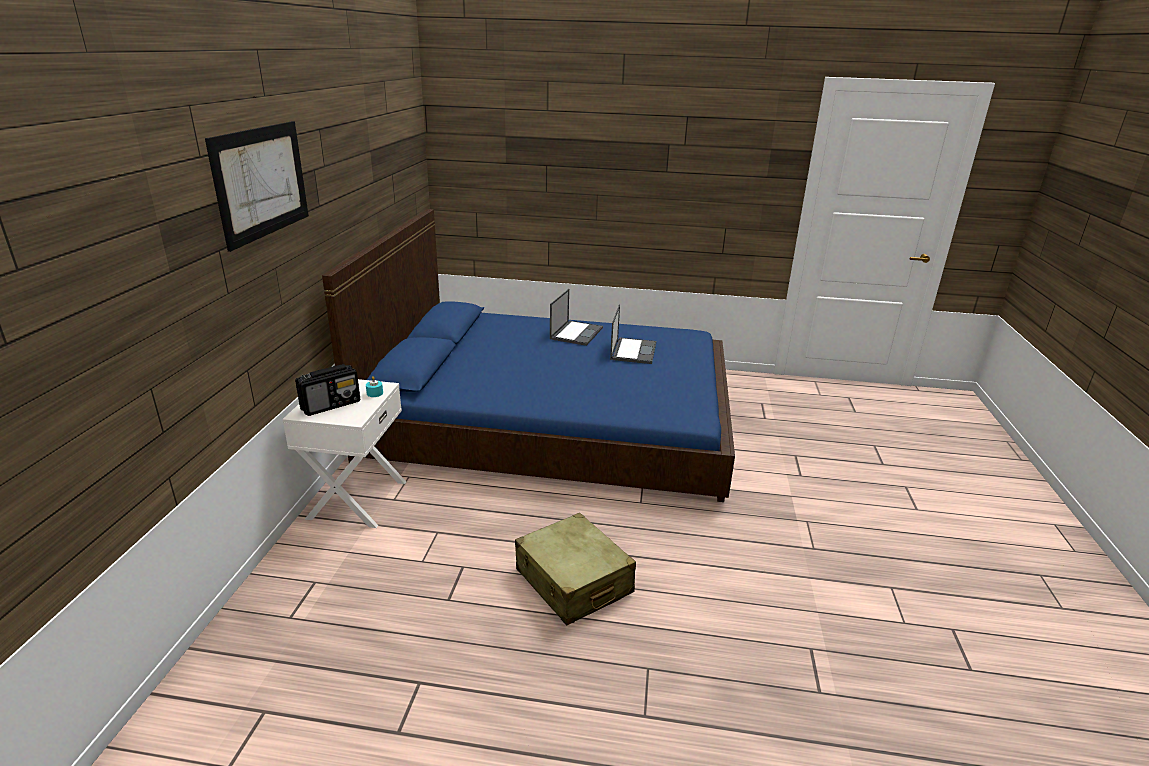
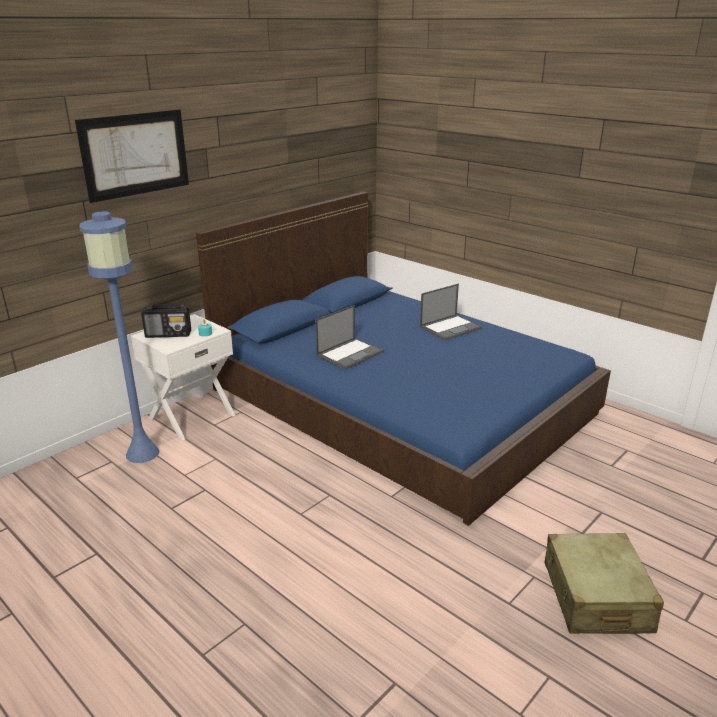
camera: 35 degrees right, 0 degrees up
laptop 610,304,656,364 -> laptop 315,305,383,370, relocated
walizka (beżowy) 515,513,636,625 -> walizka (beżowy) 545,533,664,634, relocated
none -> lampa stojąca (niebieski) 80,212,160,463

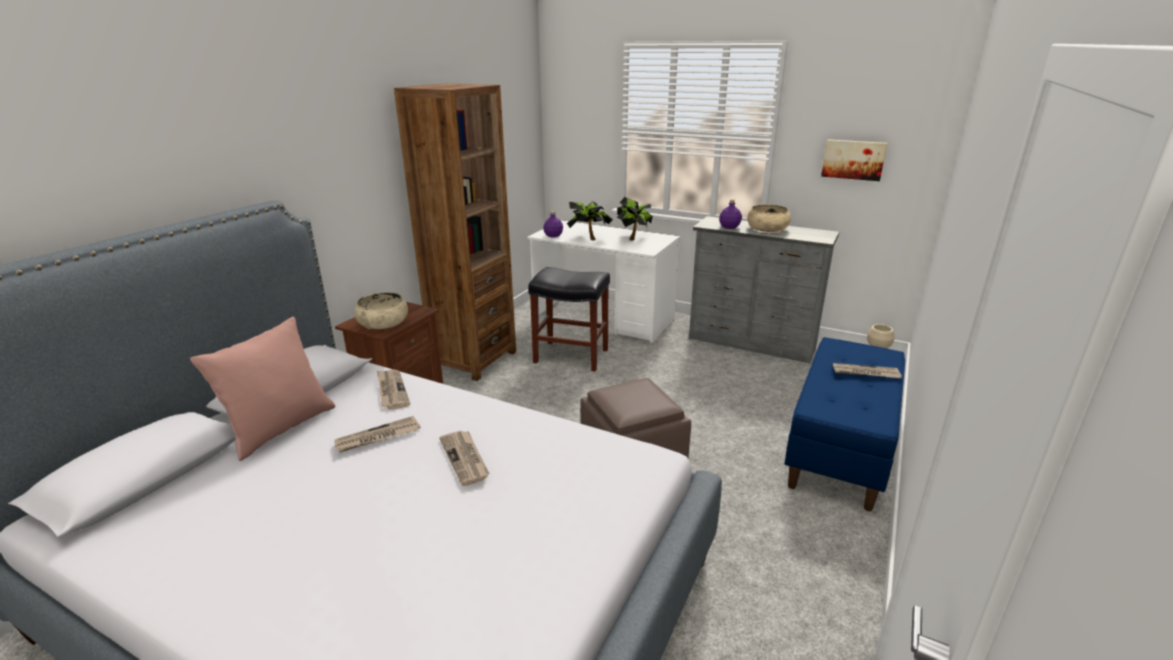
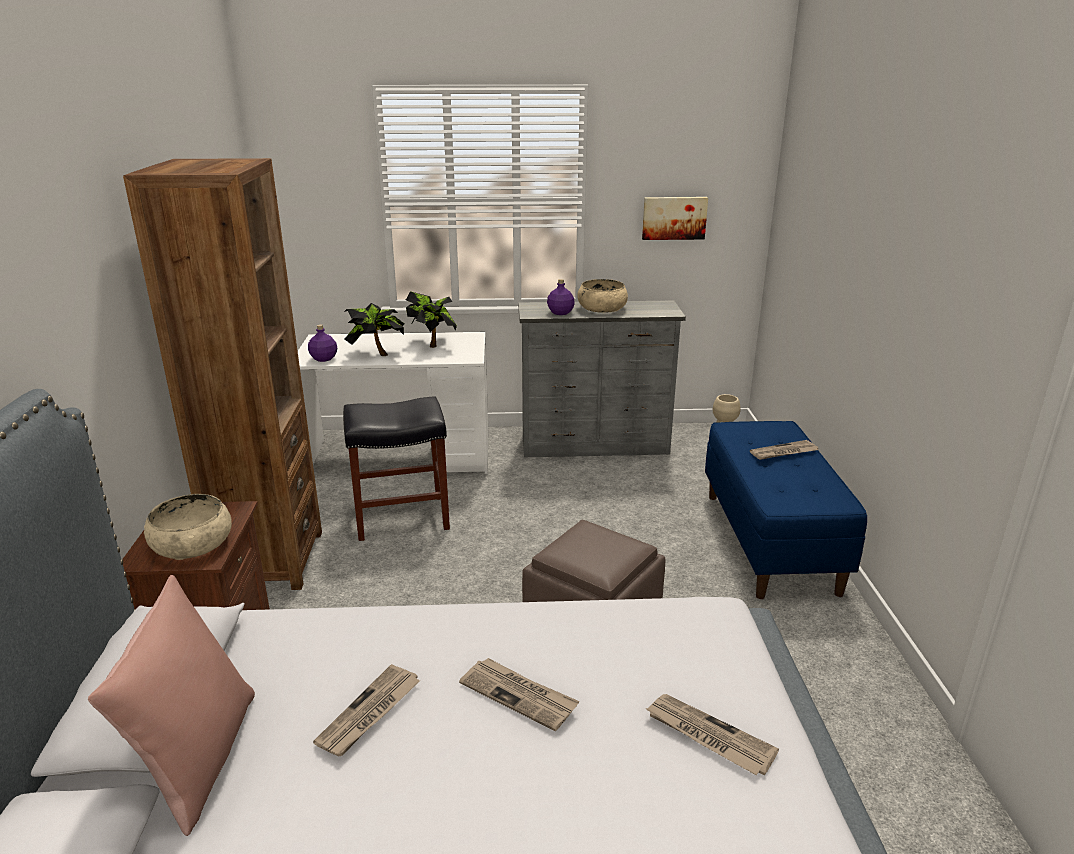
camera: 30 degrees left, 0 degrees up
gazeta 377,370,410,410 -> gazeta 646,694,779,775, relocated

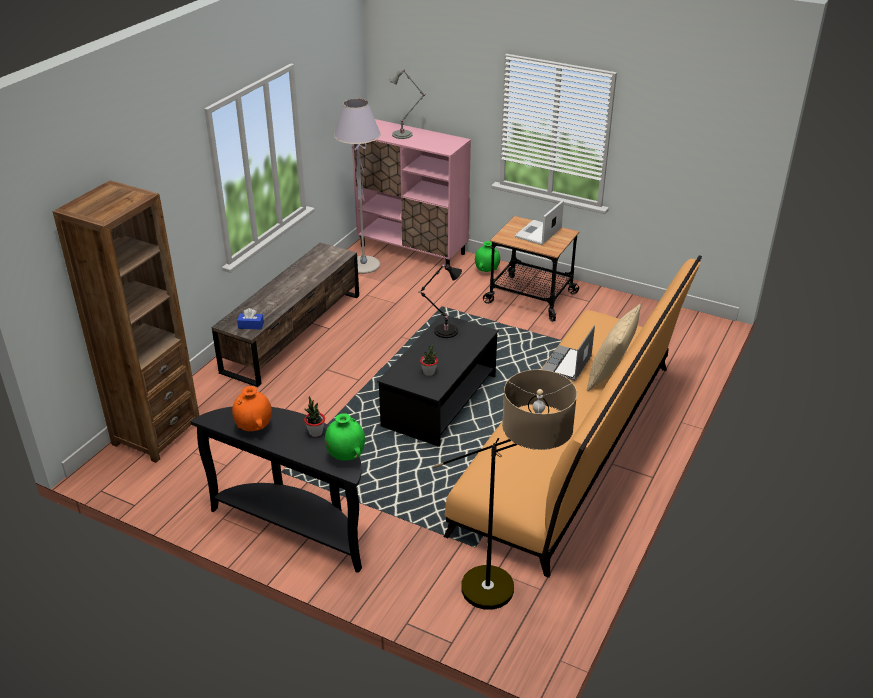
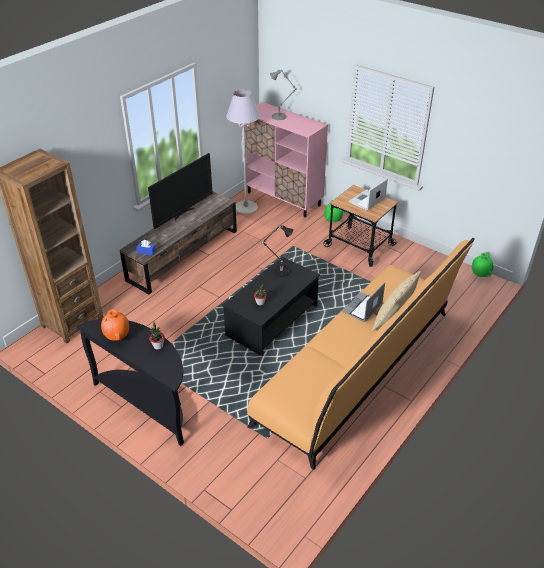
camera: 10 degrees right, 5 degrees up
lampa stojąca 433,370,577,610 -> none
wazon (zielony) 325,413,365,461 -> wazon (zielony) 472,253,493,277, relocated
none -> telewizor 148,153,212,229

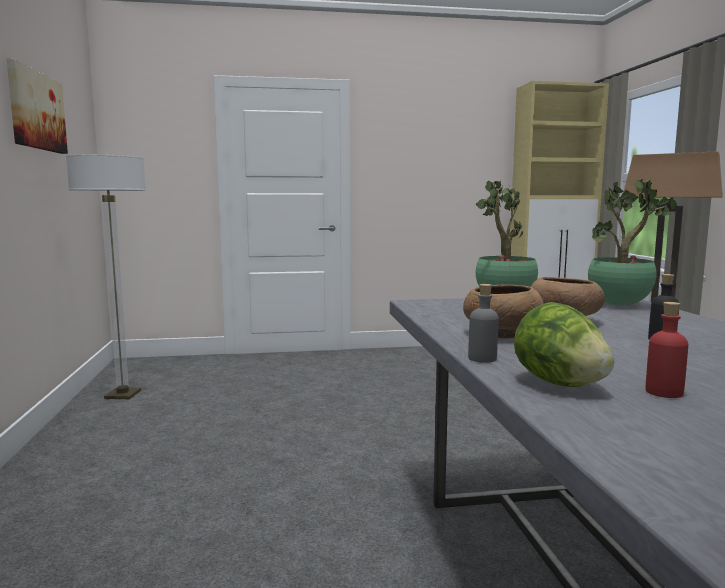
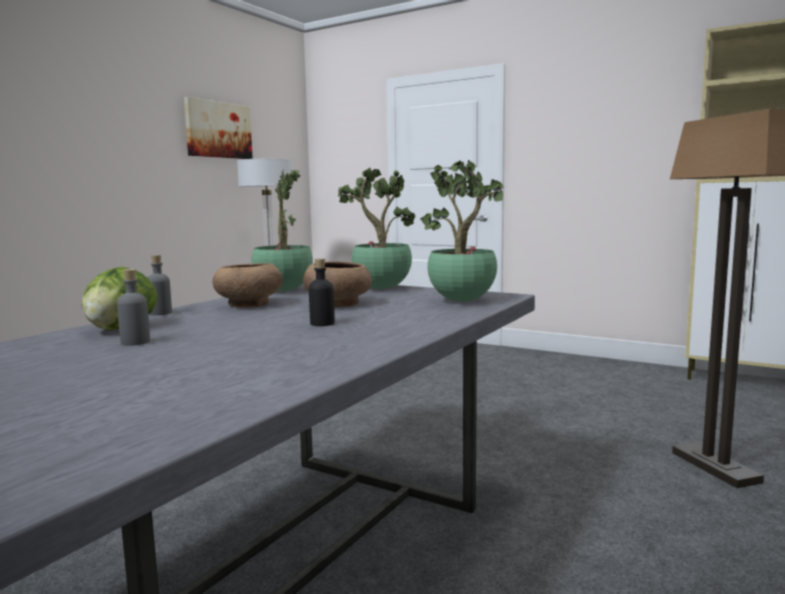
camera: 40 degrees right, 0 degrees up
butelka (czerwony) 645,302,688,398 -> butelka (szary) 117,269,150,346
none -> roślina doniczkowa 251,169,313,291

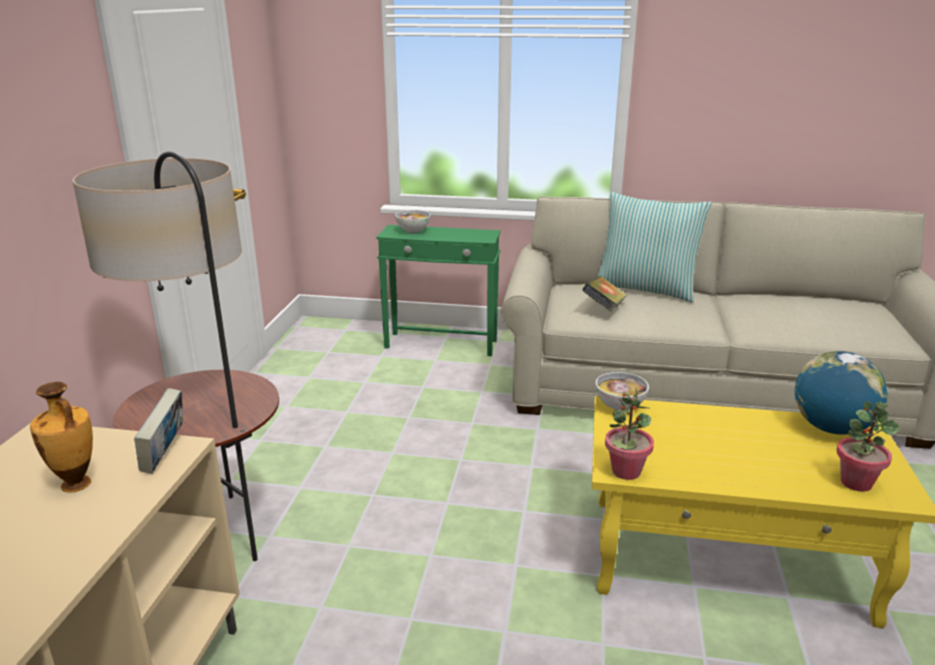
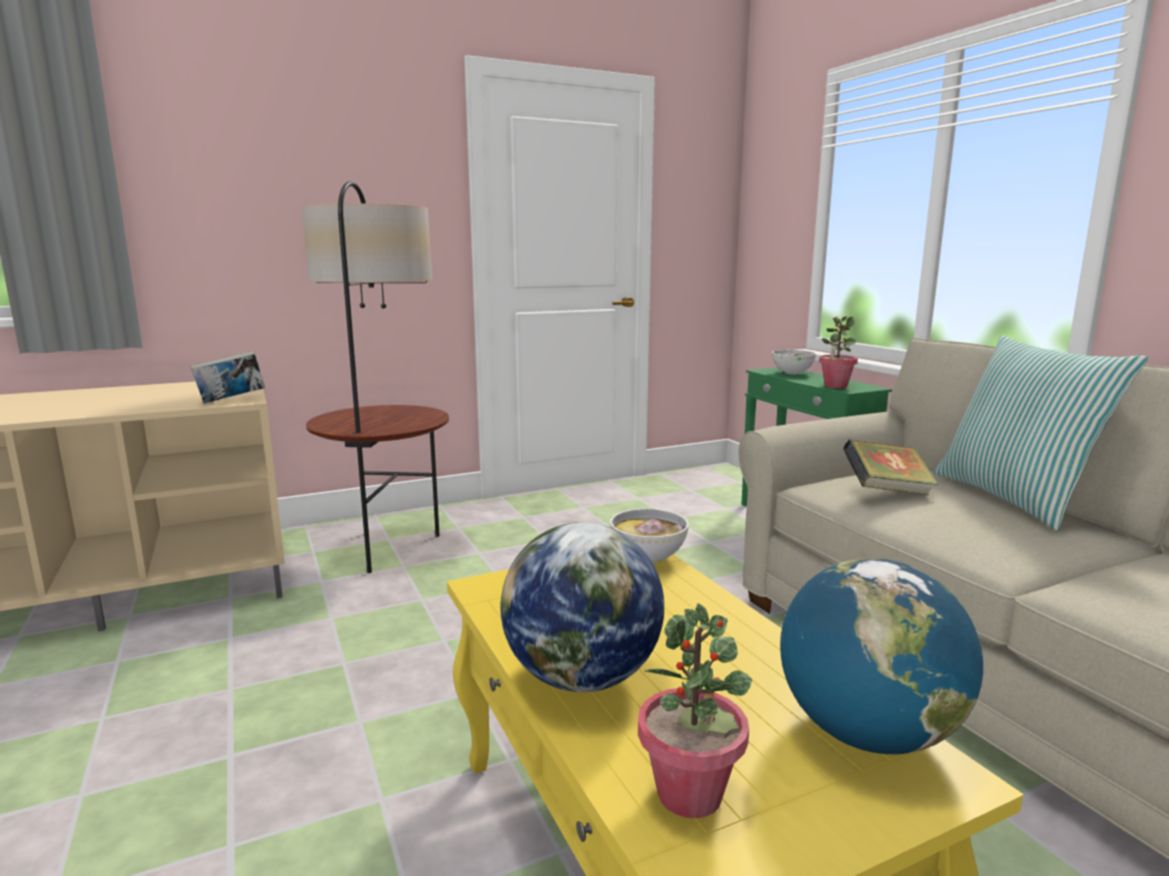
camera: 55 degrees right, 10 degrees down
wazon 30,382,93,493 -> none
roślina doniczkowa 605,388,654,480 -> roślina doniczkowa 819,316,858,388, relocated
none -> globus 500,522,664,692

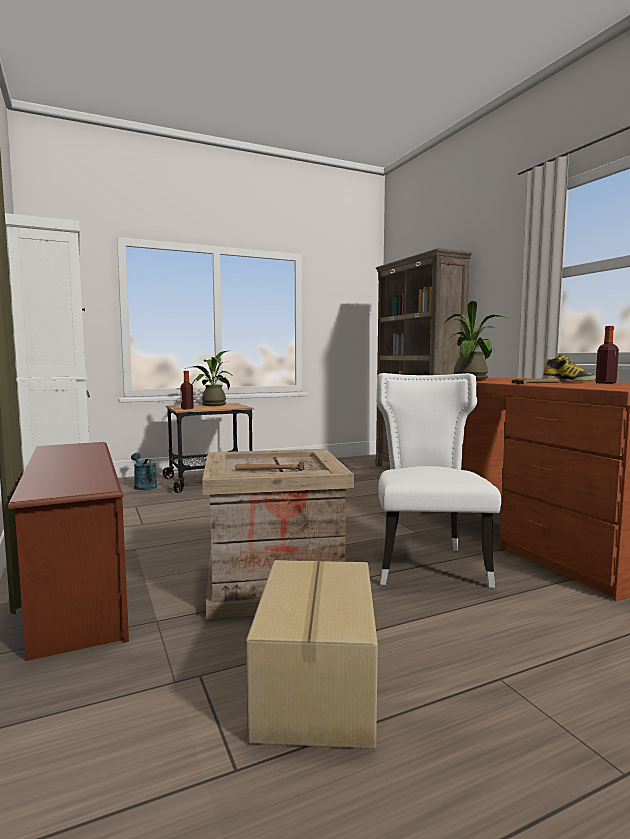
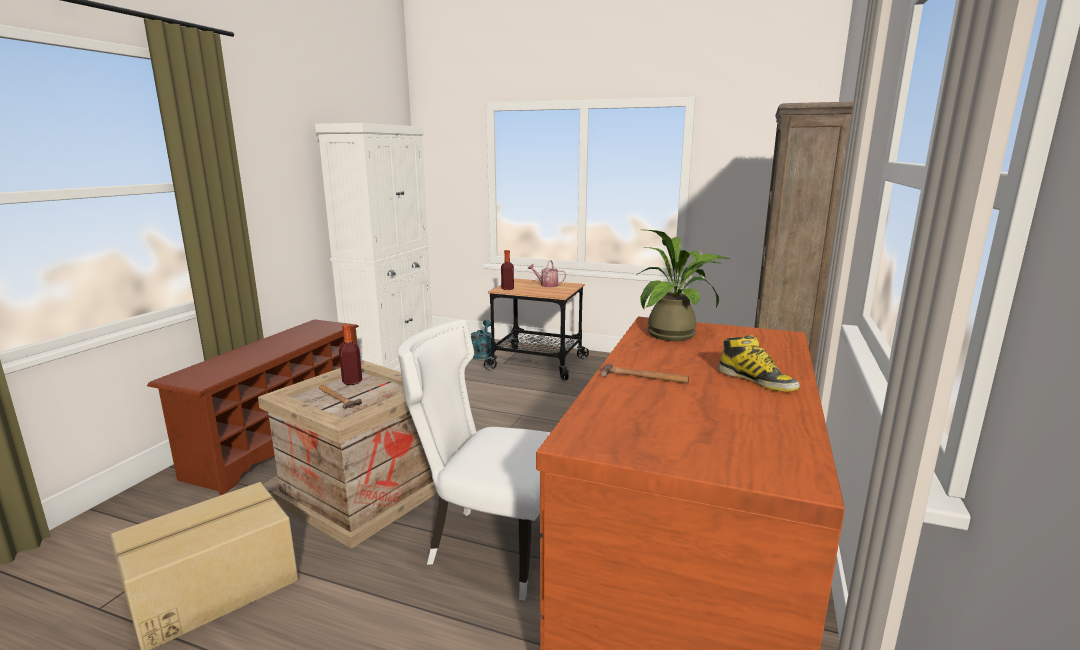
camera: 45 degrees right, 10 degrees up
butelka 595,326,619,384 -> butelka 339,324,362,385, relocated
roślina doniczkowa 185,351,233,406 -> konewka 527,260,566,287
krzesło (biały) 376,373,501,588 -> krzesło (biały) 398,320,551,601, 120 degrees counterclockwise

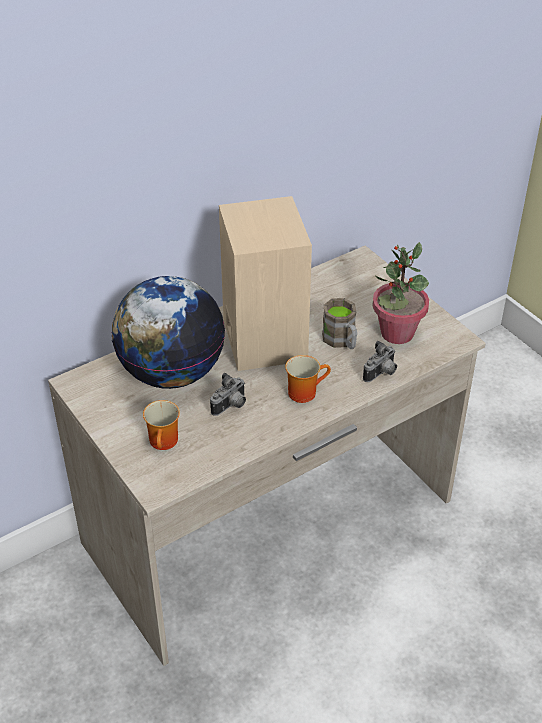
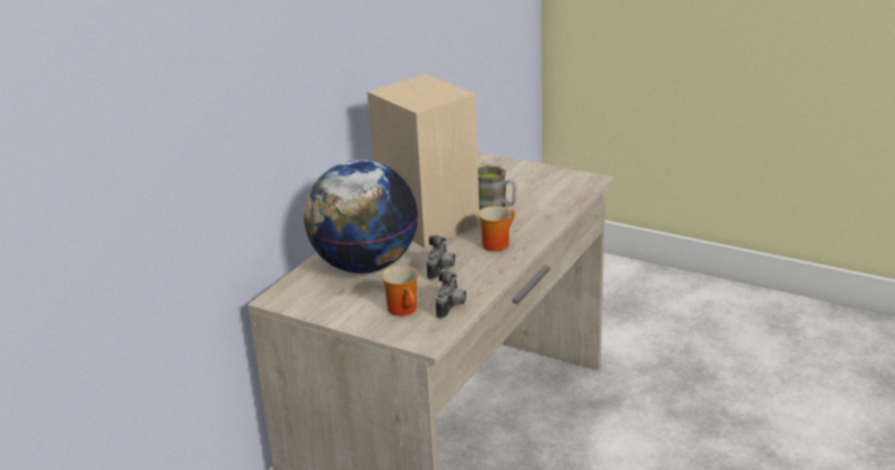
camera: 25 degrees left, 15 degrees down
roślina doniczkowa 372,242,429,344 -> none
aparat fotograficzny 363,341,397,382 -> aparat fotograficzny 435,271,466,319, relocated

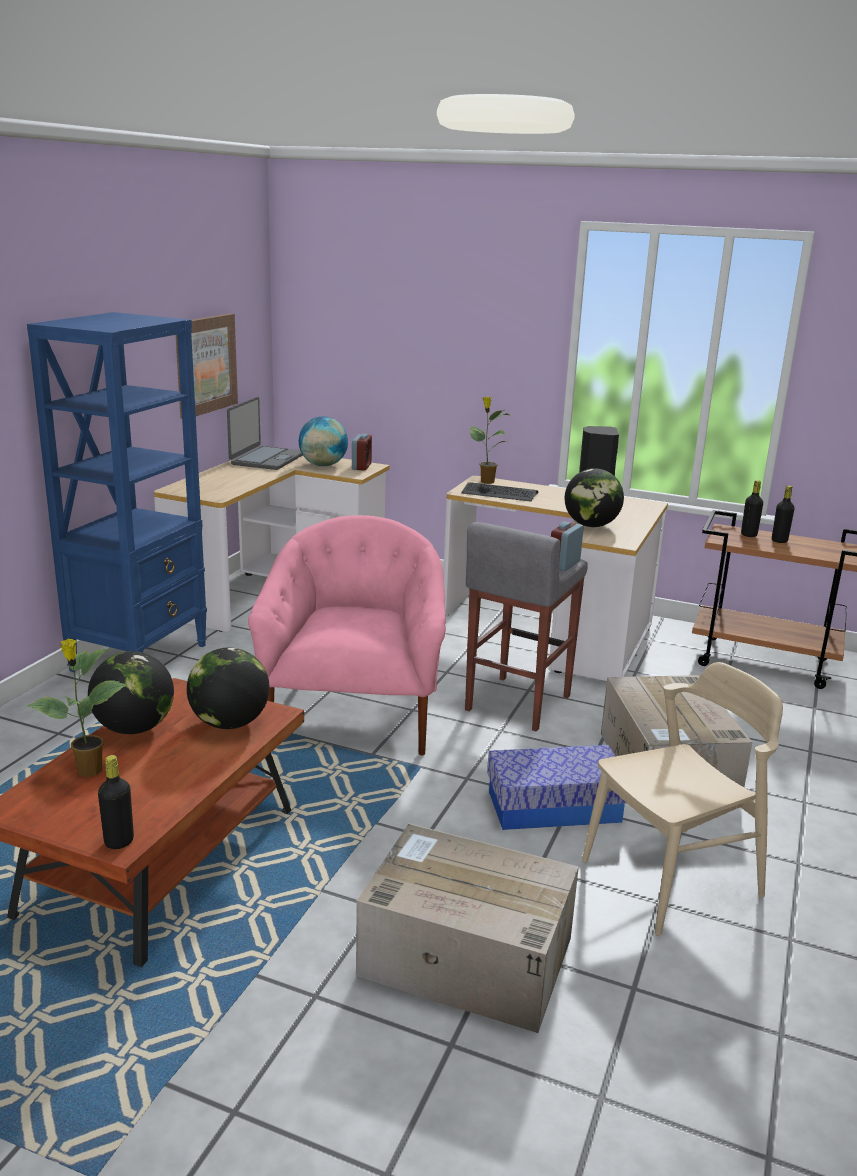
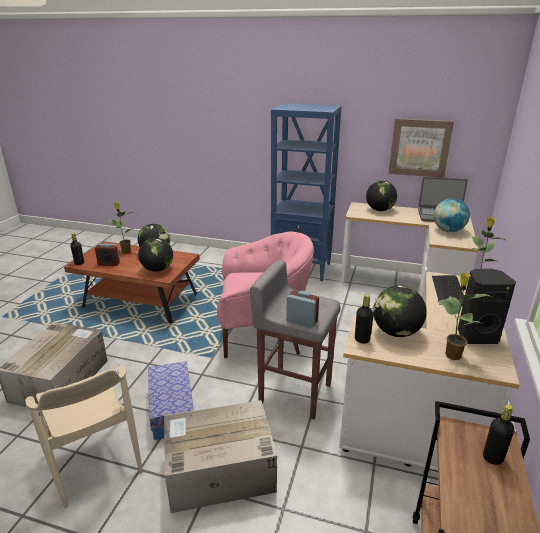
camera: 85 degrees right, 5 degrees up
budzik 352,434,372,471 -> budzik 95,243,120,266, relocated
butelka (czarny) 772,486,795,543 -> butelka (czarny) 355,294,374,343, relocated
none -> globus 366,181,397,211
none -> roślina doniczkowa 437,273,494,360

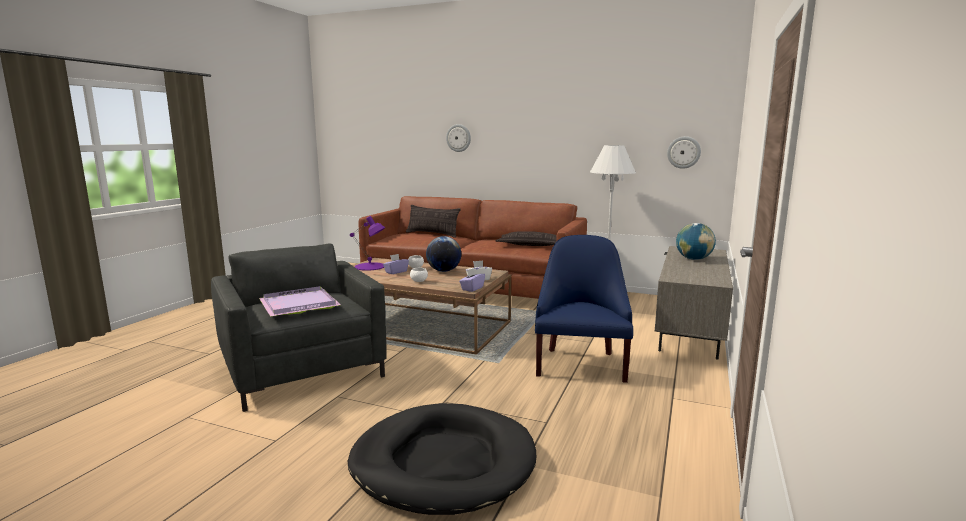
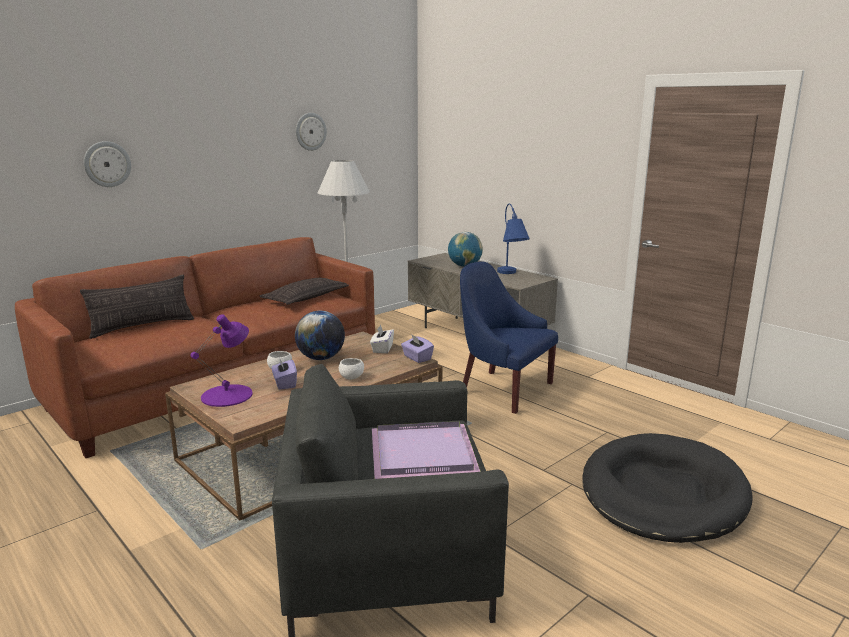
camera: 65 degrees left, 5 degrees up
zegar ścienny 667,136,701,169 -> zegar ścienny 296,113,327,151, relocated
none -> lampa stołowa (niebieski) 497,204,530,274

